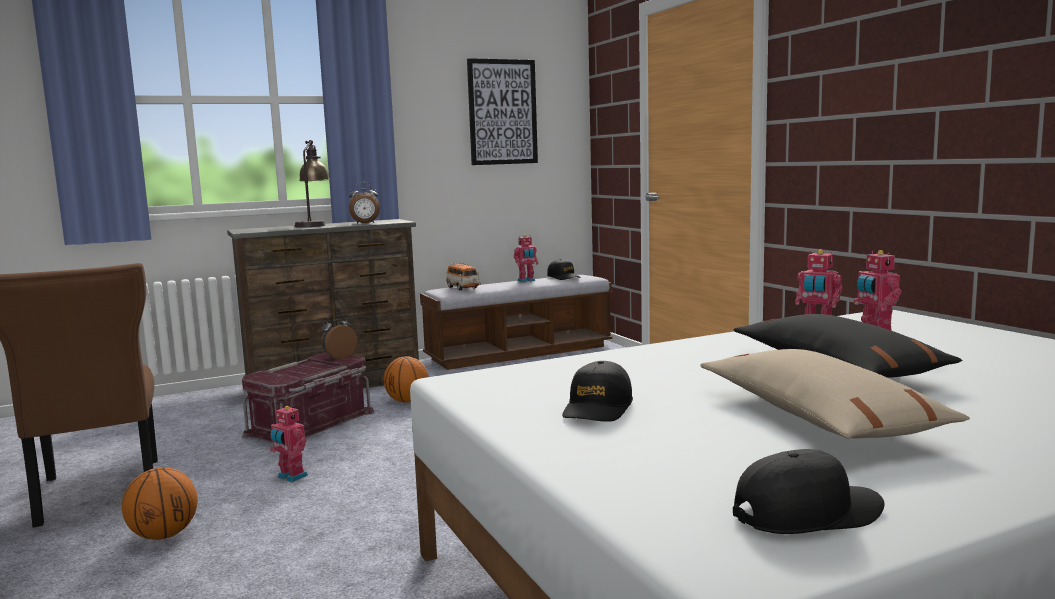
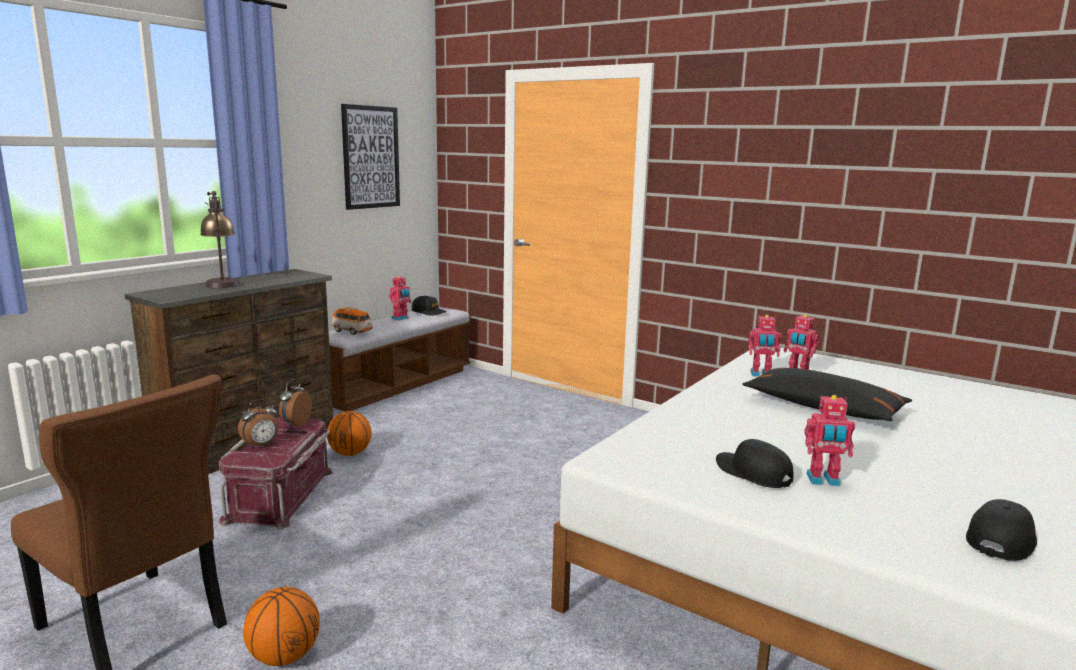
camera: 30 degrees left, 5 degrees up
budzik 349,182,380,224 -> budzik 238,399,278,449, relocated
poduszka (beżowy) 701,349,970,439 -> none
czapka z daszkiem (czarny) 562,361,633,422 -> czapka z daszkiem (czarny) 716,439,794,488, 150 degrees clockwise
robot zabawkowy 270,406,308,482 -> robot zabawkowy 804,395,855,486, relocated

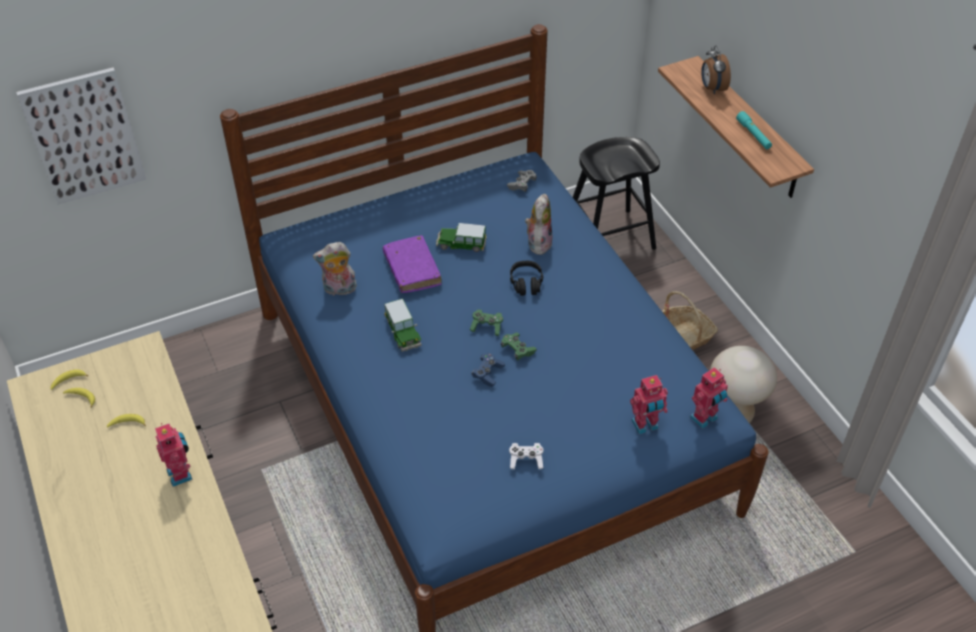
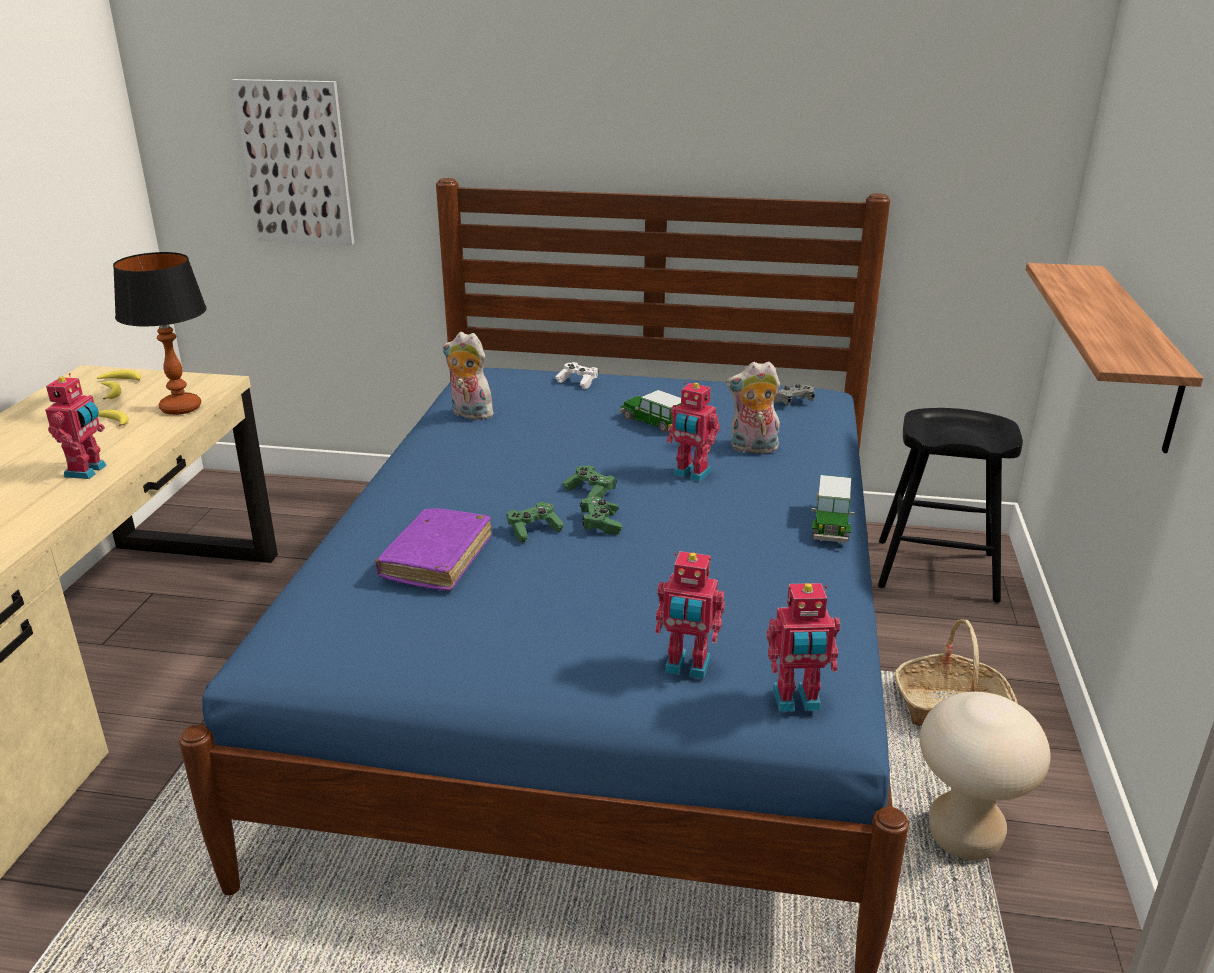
camera: 35 degrees right, 20 degrees down
budzik 701,45,731,94 -> none
latarka (turkusowy) 736,111,772,149 -> none
pluszak 525,194,553,255 -> pluszak 726,361,780,454, 135 degrees counterclockwise
książka (fioletowy) 383,235,442,293 -> książka (fioletowy) 375,508,491,591, relocated
słuchawki (czarny) 510,261,544,296 -> robot zabawkowy 667,382,720,482
samochodzik 384,299,422,352 -> samochodzik 811,475,855,543, relocated
pad do gier (niebieski) 472,353,505,387 -> pad do gier (zielony) 507,502,564,543
pad do gier (biały) 509,443,544,469 -> pad do gier (biały) 555,362,599,389, relocated
none -> lampa stołowa 113,252,207,415

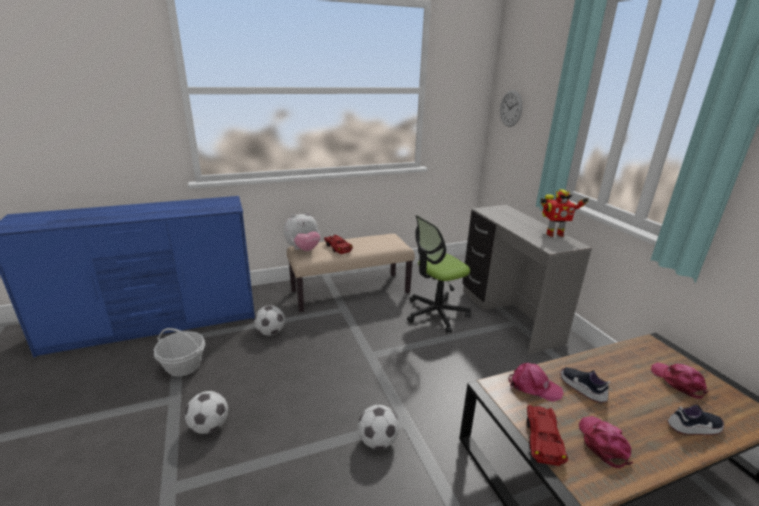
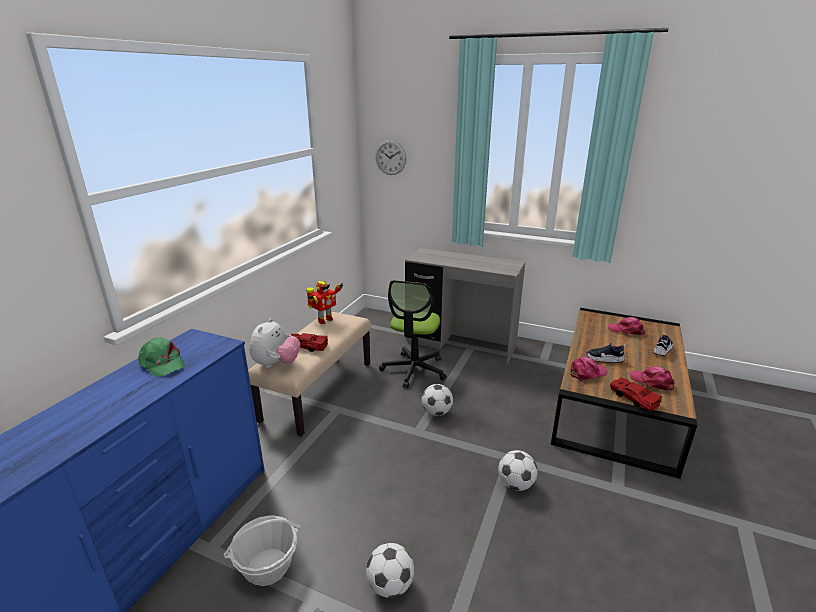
camera: 45 degrees left, 0 degrees up
robot zabawkowy 541,189,589,237 -> robot zabawkowy 306,281,344,324, relocated
piłka futbolowa 254,305,285,336 -> piłka futbolowa 422,384,453,416, relocated
none -> czapka z daszkiem (zielony) 138,337,185,377

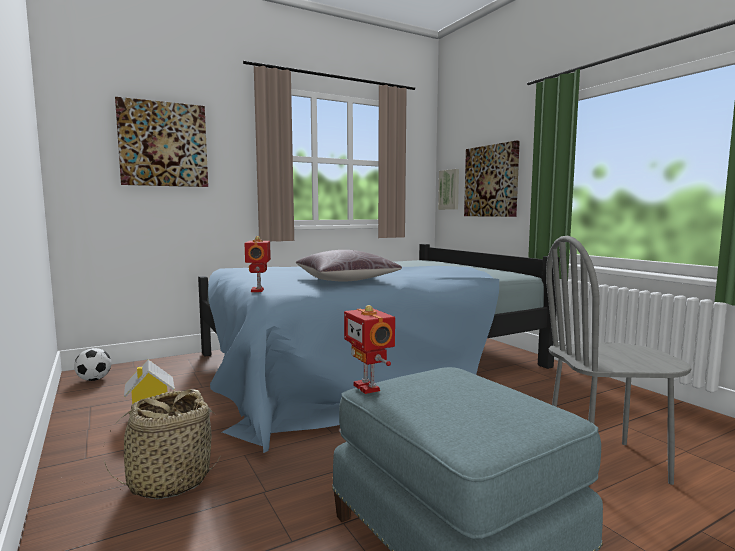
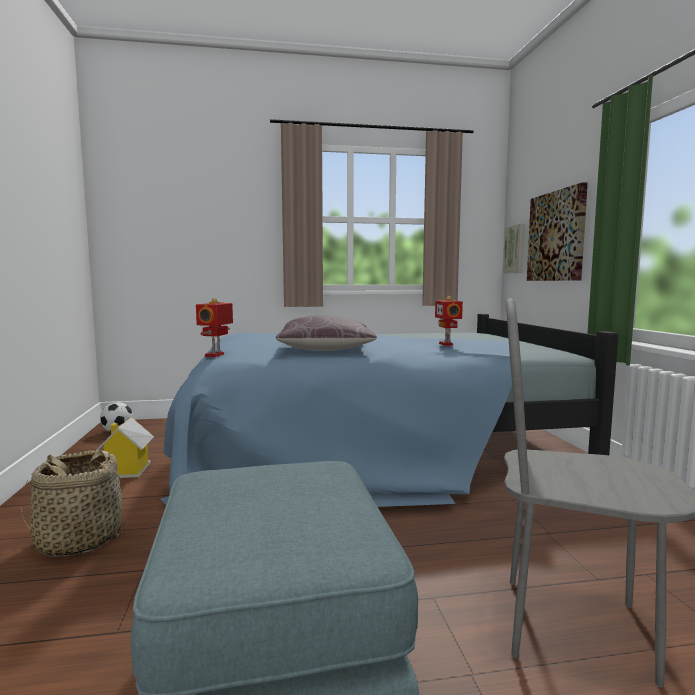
camera: 20 degrees right, 0 degrees up
obraz 115,97,208,187 -> none
robot zabawkowy 344,305,395,394 -> robot zabawkowy 435,296,463,346, relocated

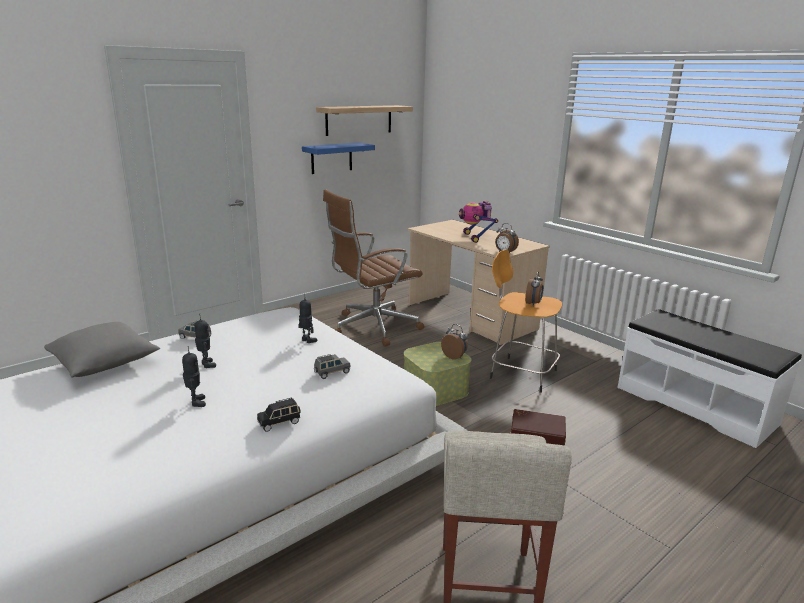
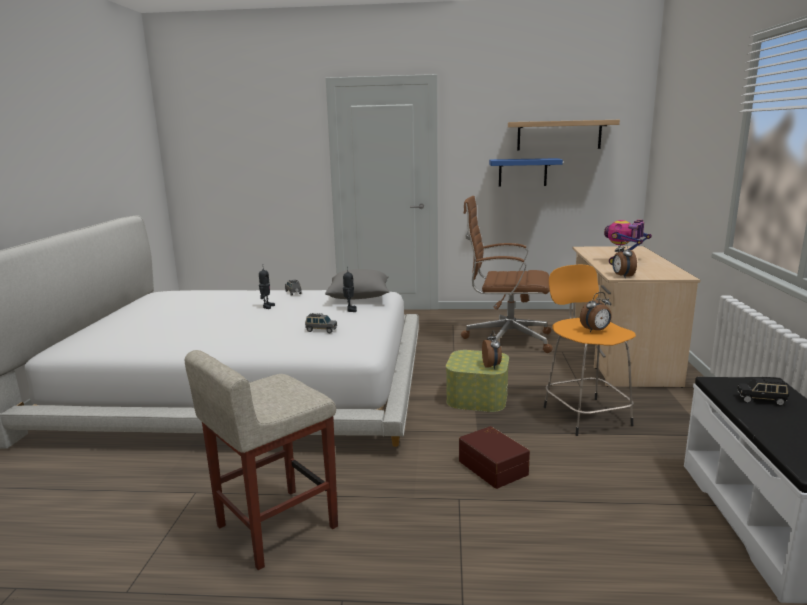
camera: 45 degrees right, 5 degrees down
poduszka (szary) 44,322,160,377 -> poduszka (szary) 325,269,390,300, relocated
robot zabawkowy 182,346,206,407 -> none
samochodzik (czarny) 257,398,301,432 -> samochodzik (czarny) 737,377,789,406, relocated

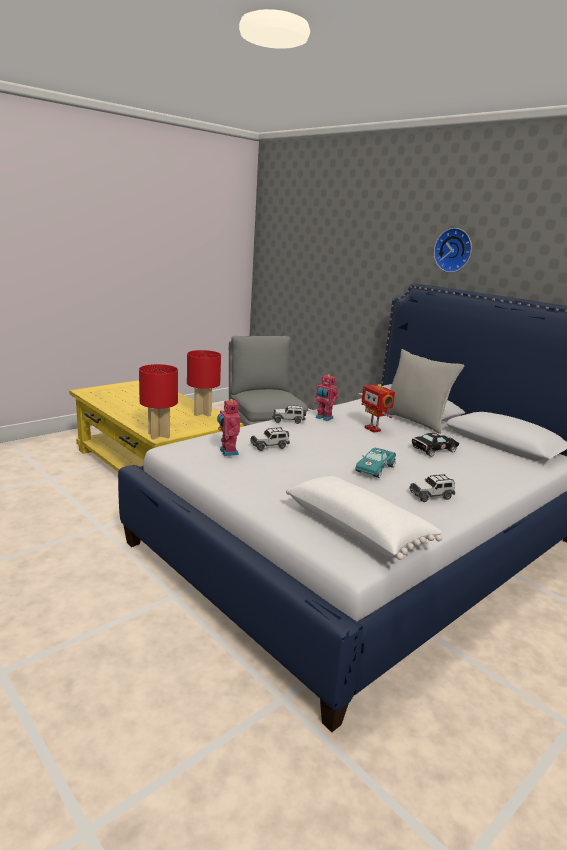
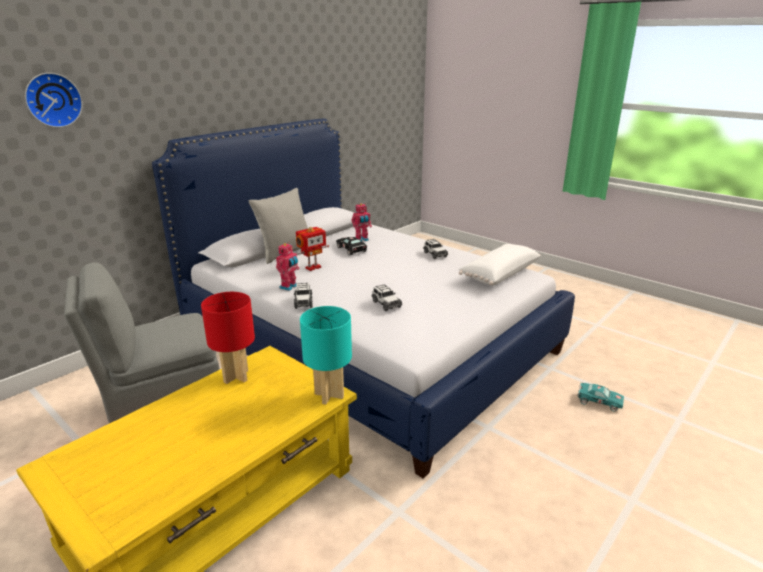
camera: 95 degrees left, 5 degrees up
zegar ścienny 434,228,472,273 -> zegar ścienny 25,73,83,128, relocated
lampa stołowa (czerwony) 139,364,178,439 -> lampa stołowa (turkusowy) 300,306,352,405
robot zabawkowy 217,398,240,456 -> robot zabawkowy 351,203,372,242, relocated
samochodzik (turkusowy) 356,448,396,478 -> samochodzik (turkusowy) 577,383,624,411, relocated

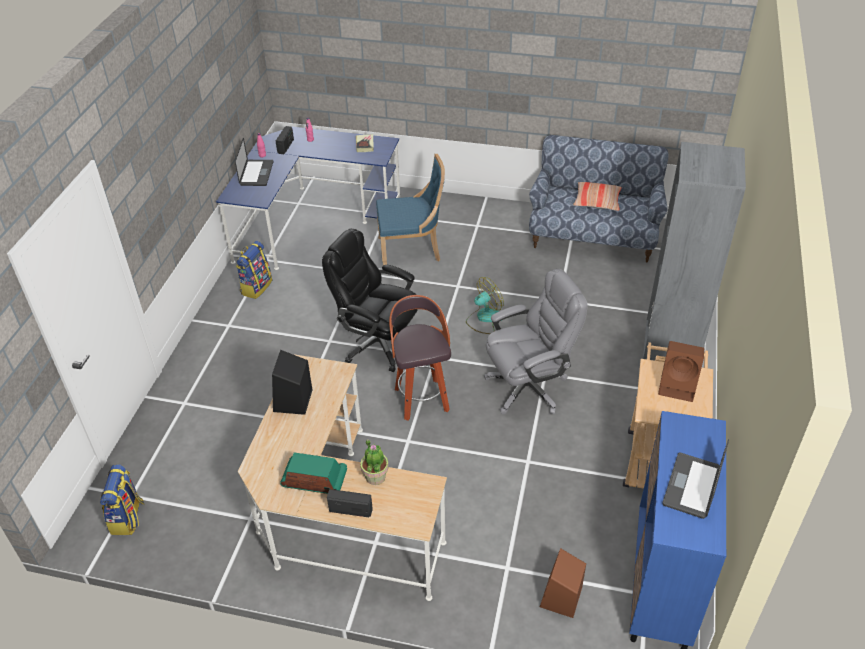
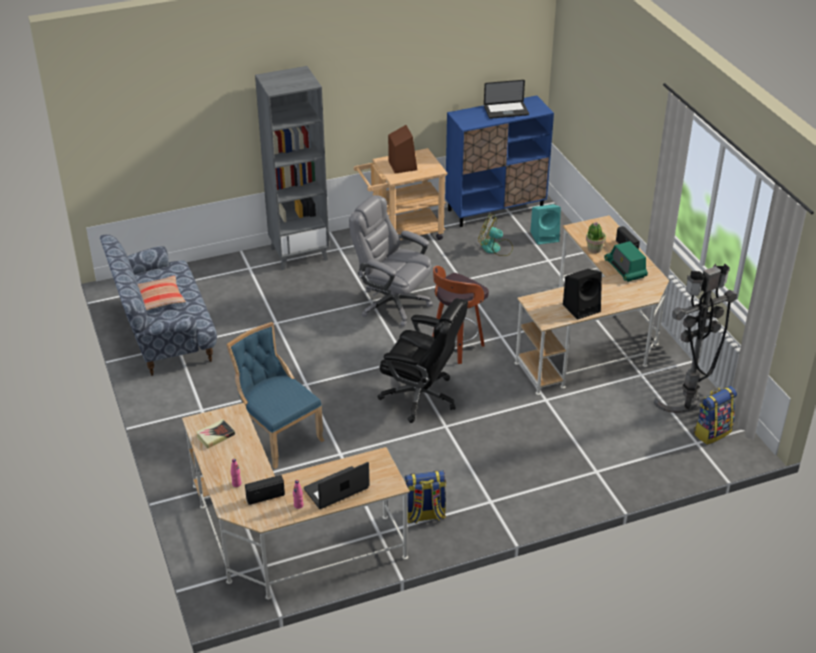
camera: 125 degrees left, 5 degrees down
biurko (niebieski) 216,127,400,270 -> biurko (beżowy) 182,403,410,600
krzesło biurowe (czarny) 322,229,418,372 -> krzesło biurowe (czarny) 377,298,468,423, 60 degrees counterclockwise
wentylator 466,277,504,334 -> wentylator 478,214,513,256, relocated
głośnik (brązowy) 540,548,586,618 -> głośnik (turkusowy) 531,204,561,245
none -> lampa stojąca (szary) 654,263,737,413

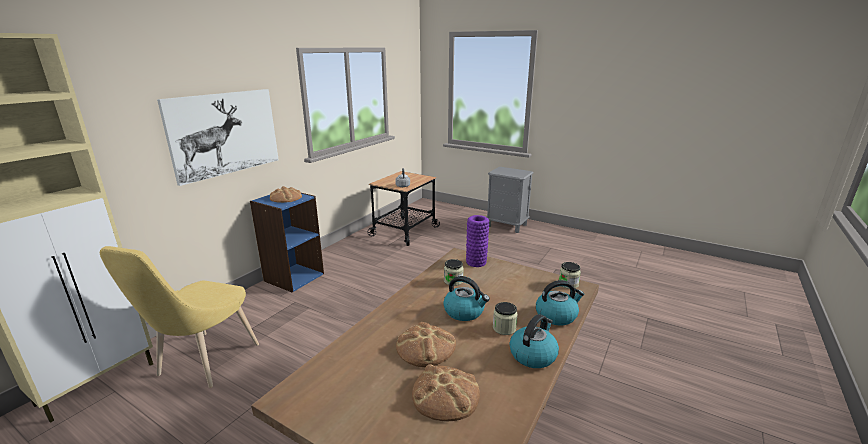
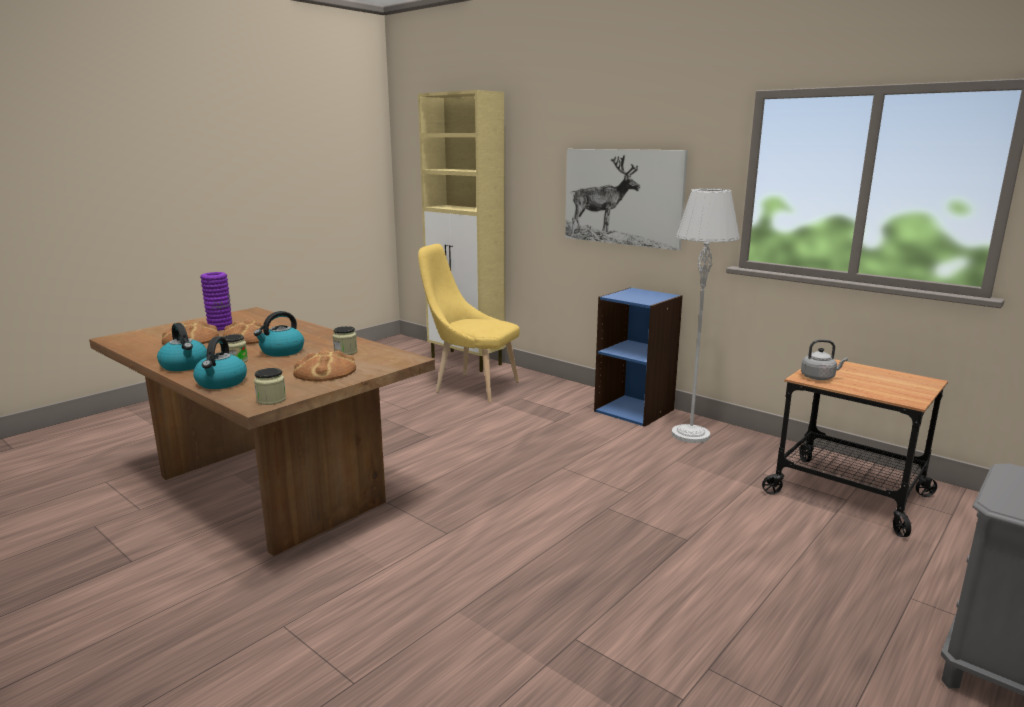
camera: 100 degrees right, 5 degrees down
chleb 270,186,302,203 -> chleb 293,348,356,382, relocated
wazon (fioletowy) 466,215,490,267 -> wazon (fioletowy) 200,272,232,331, relocated
none -> lampa stojąca (szary) 672,188,740,443

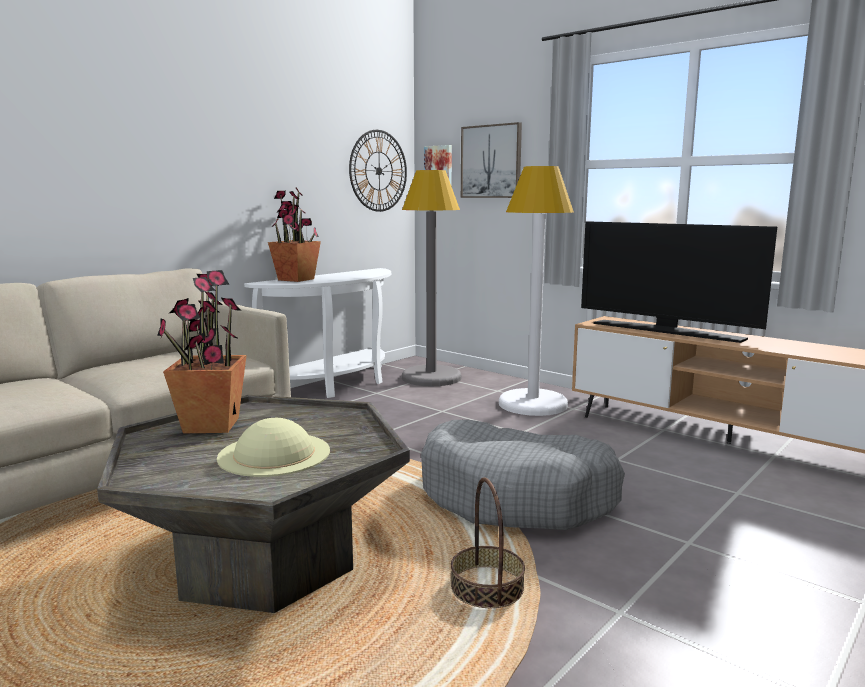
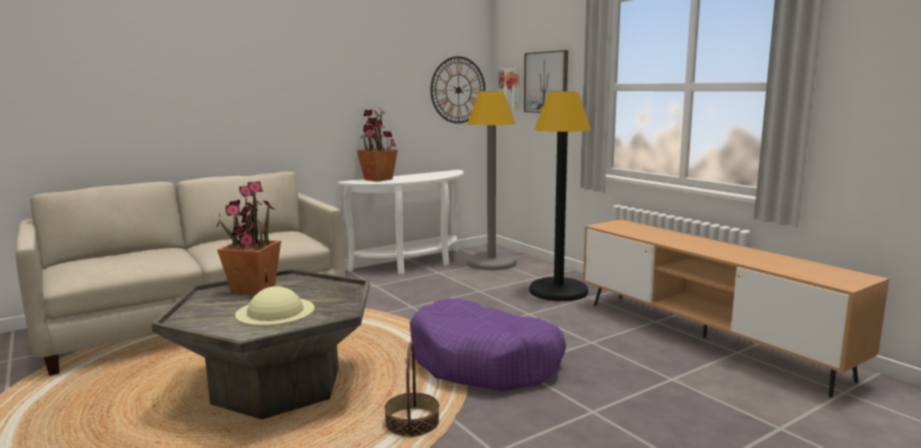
camera: 15 degrees right, 0 degrees up
lampa stojąca (biały) 499,166,574,416 -> lampa stojąca (czarny) 529,92,591,301
telewizor 581,221,777,343 -> none
legowisko (szary) 421,420,625,530 -> legowisko (fioletowy) 410,298,566,391

